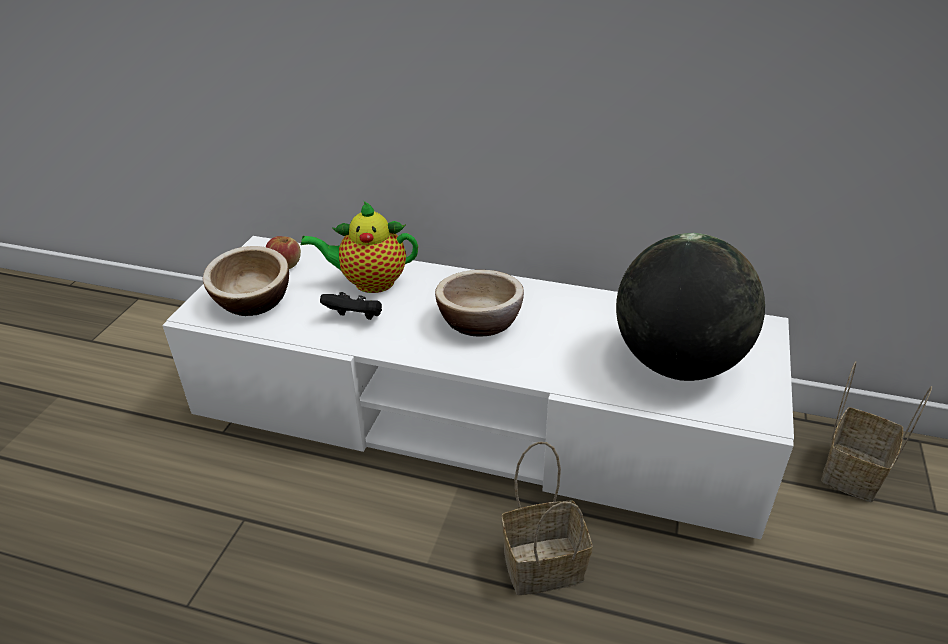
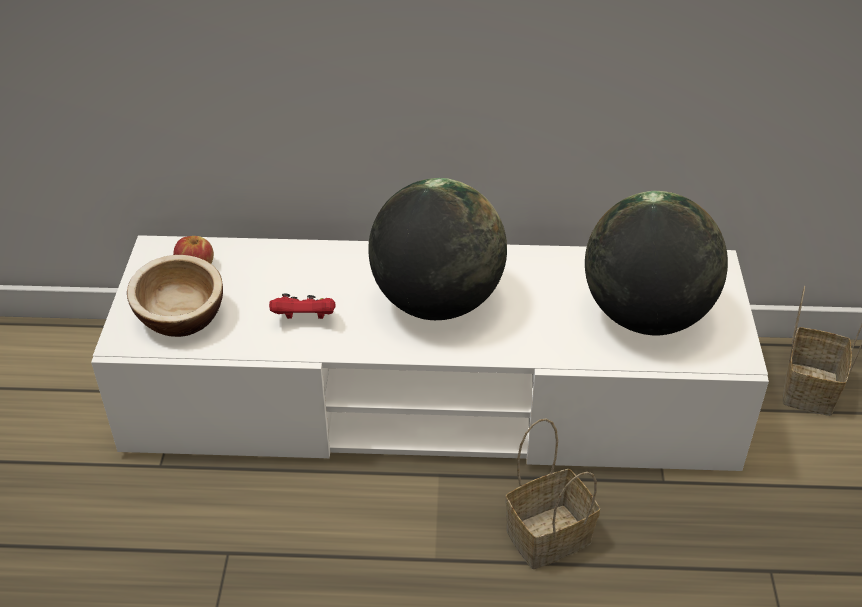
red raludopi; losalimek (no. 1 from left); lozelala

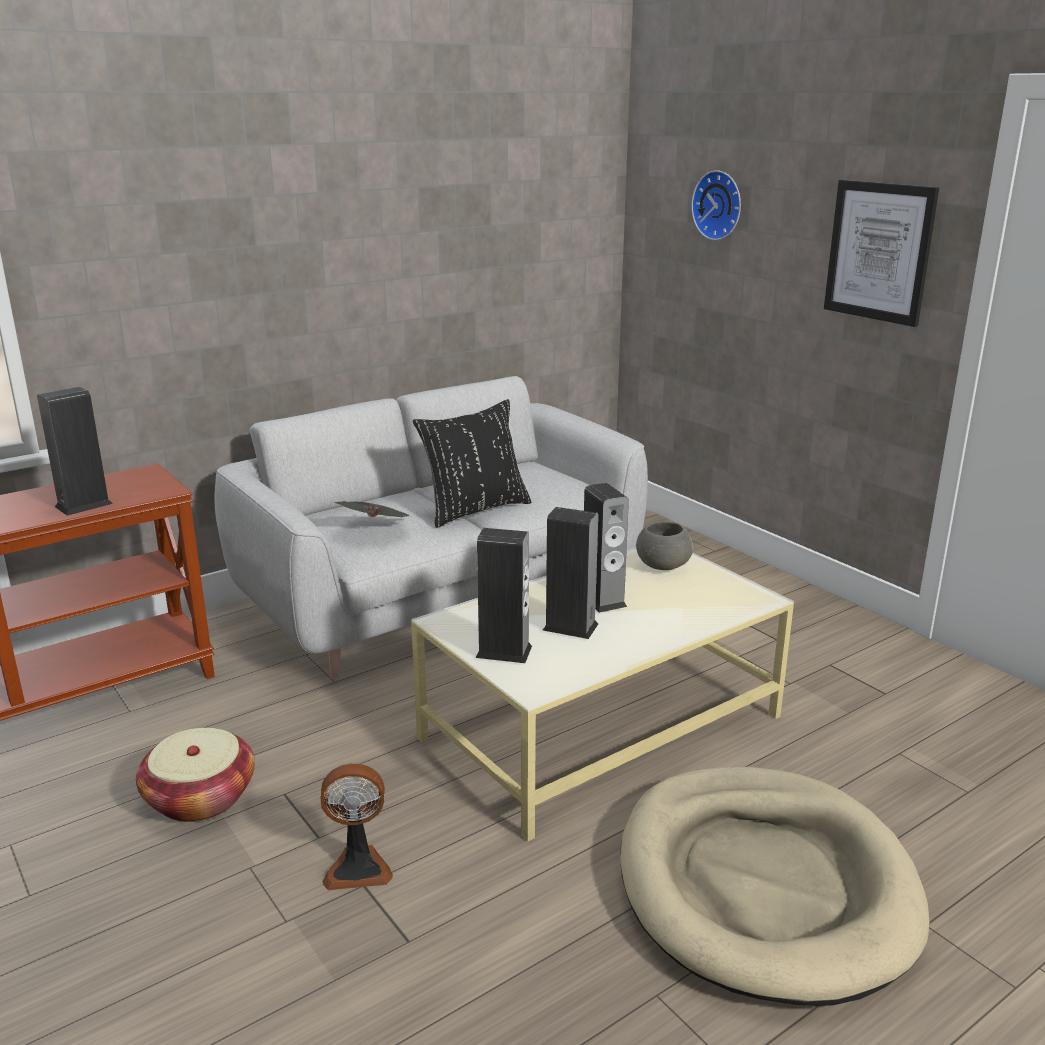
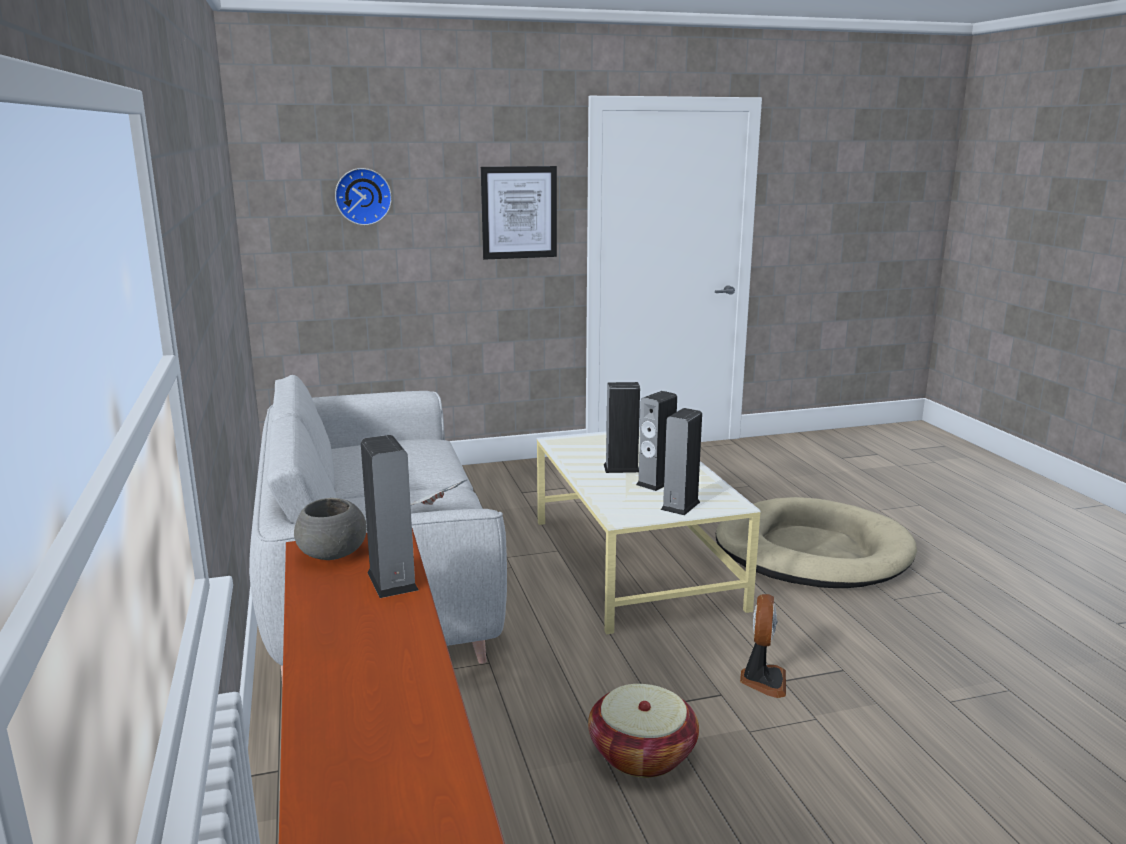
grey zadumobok; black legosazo

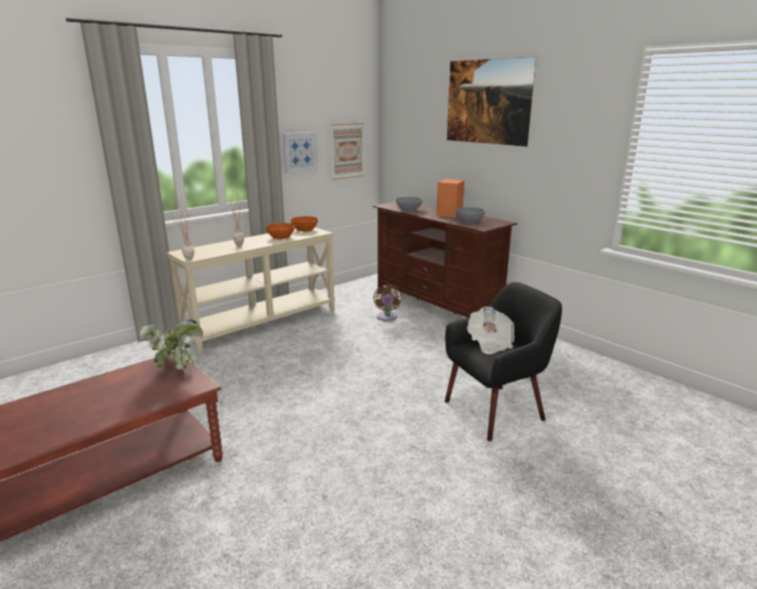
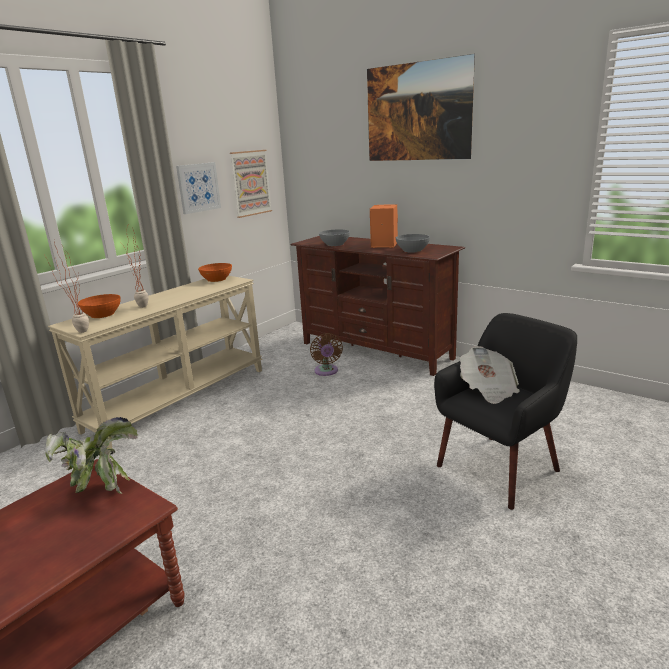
orange zadumobok (no. 1 from left)

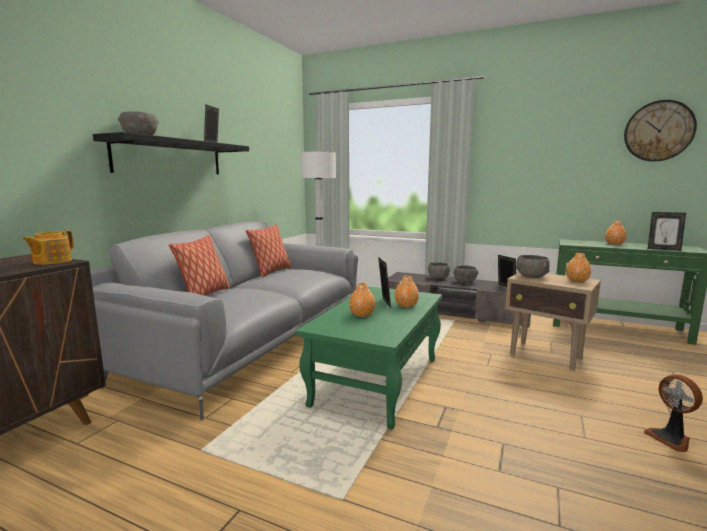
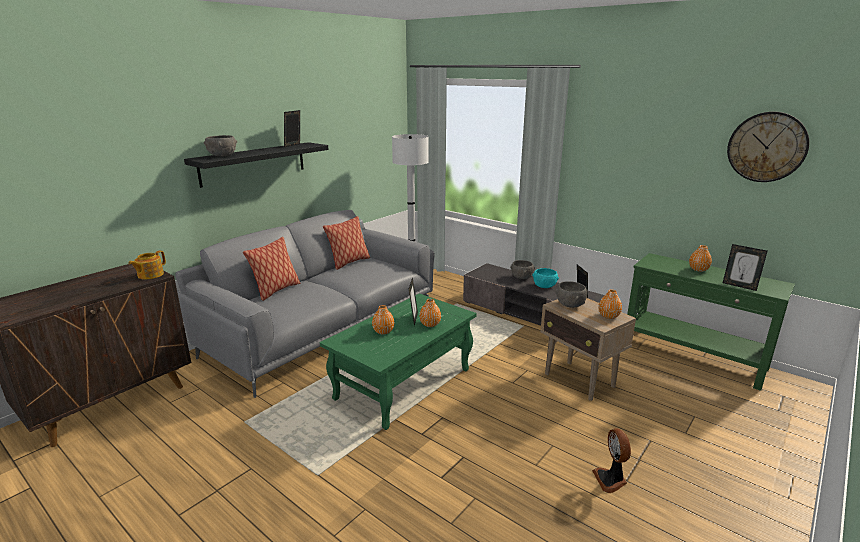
turquoise zadumobok

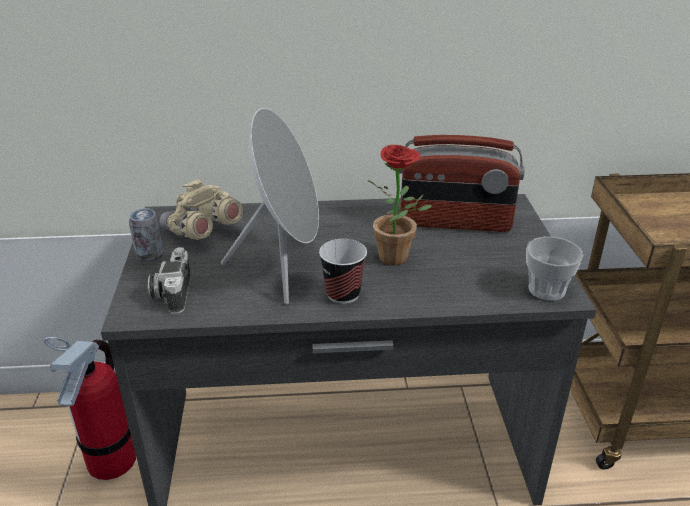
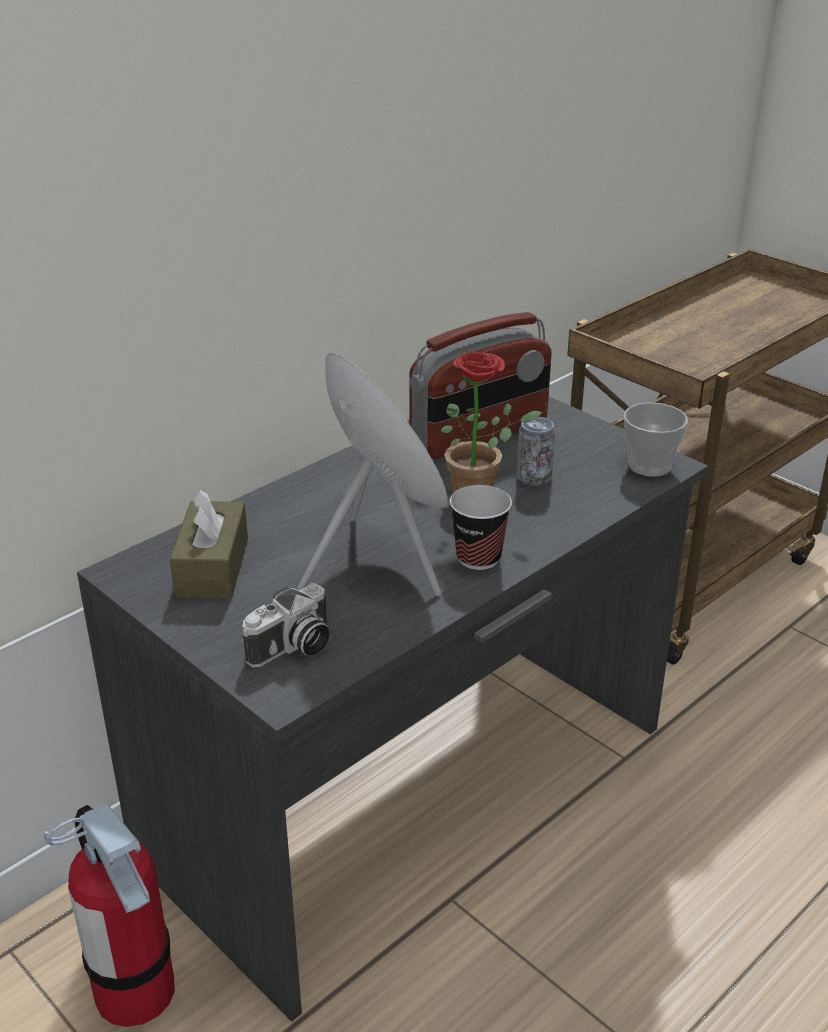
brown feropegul; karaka; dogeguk

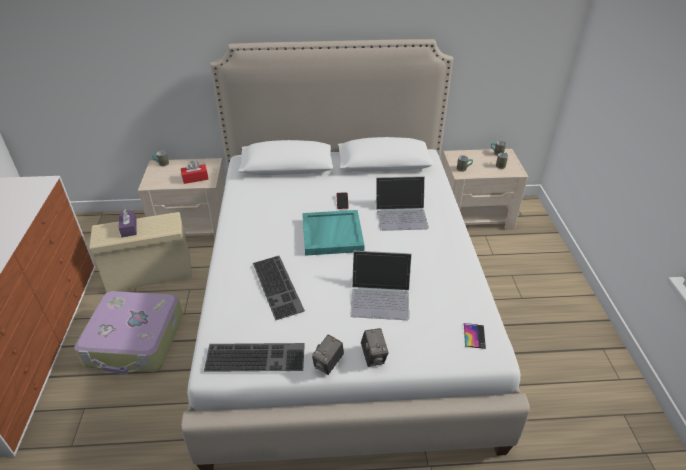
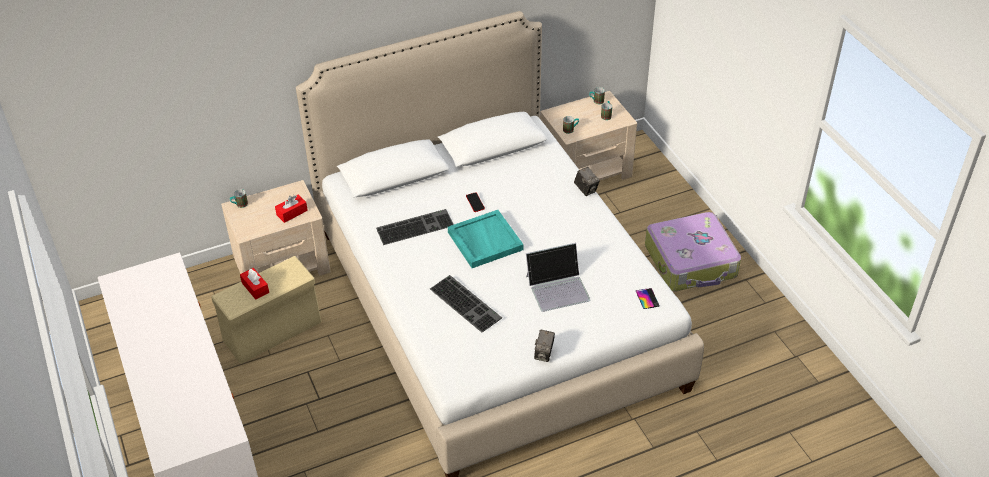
red feropegul (no. 1 from left); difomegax (no. 1 from left); karaka (no. 2 from left); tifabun; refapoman (no. 2 from left in the first image)

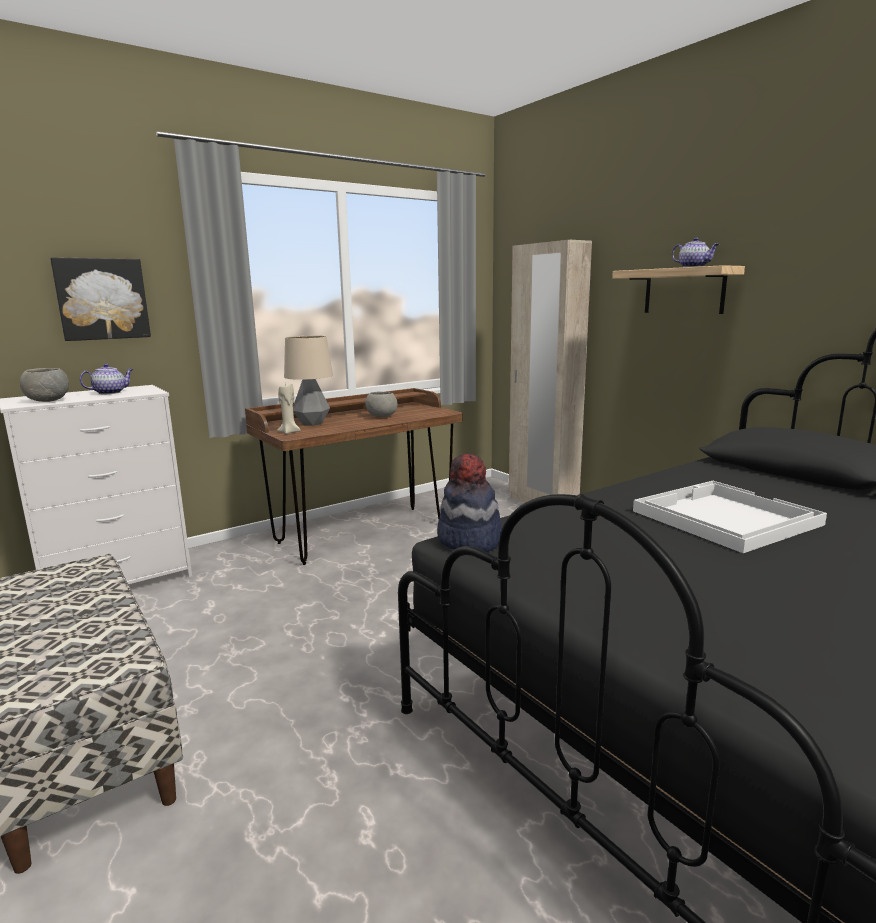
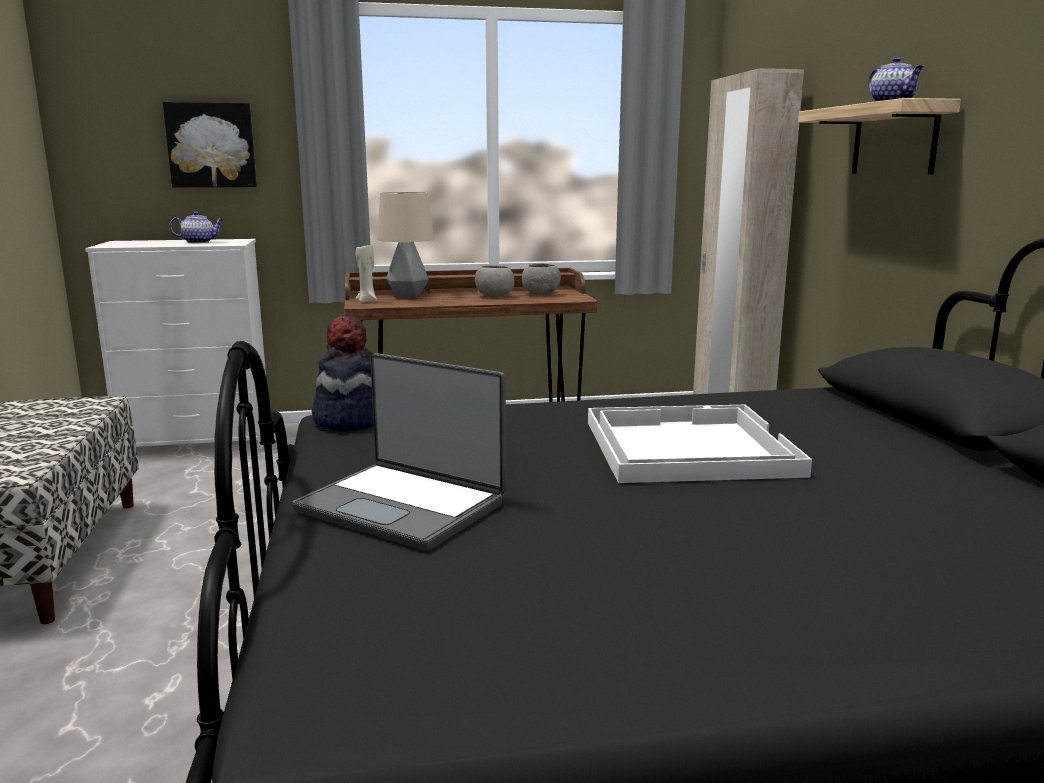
refapoman; grey zadumobok (no. 2 from left)

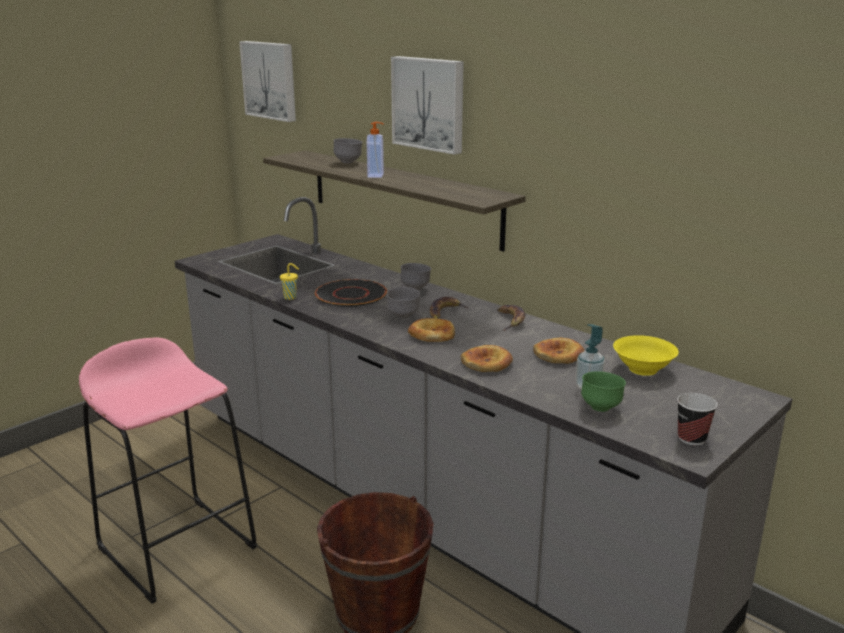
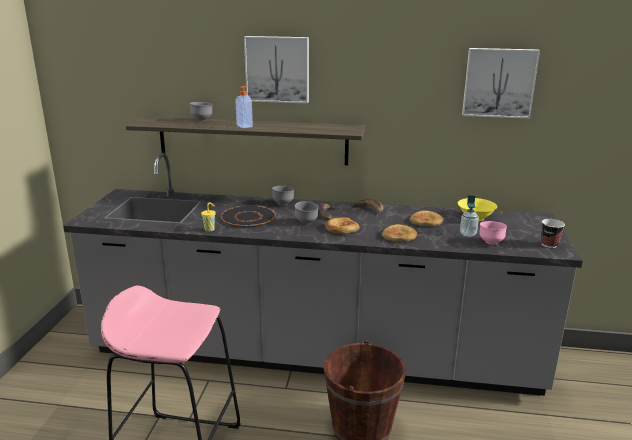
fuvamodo (no. 2 from left); pink zadumobok

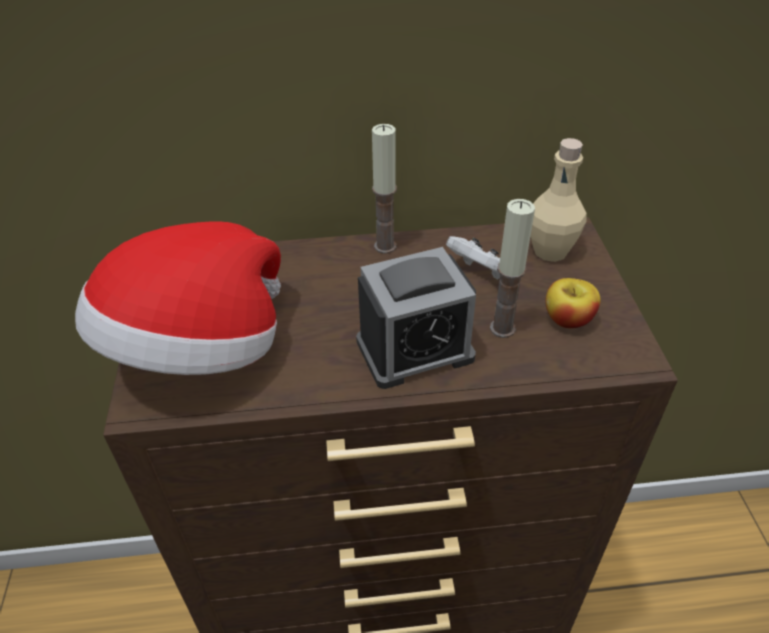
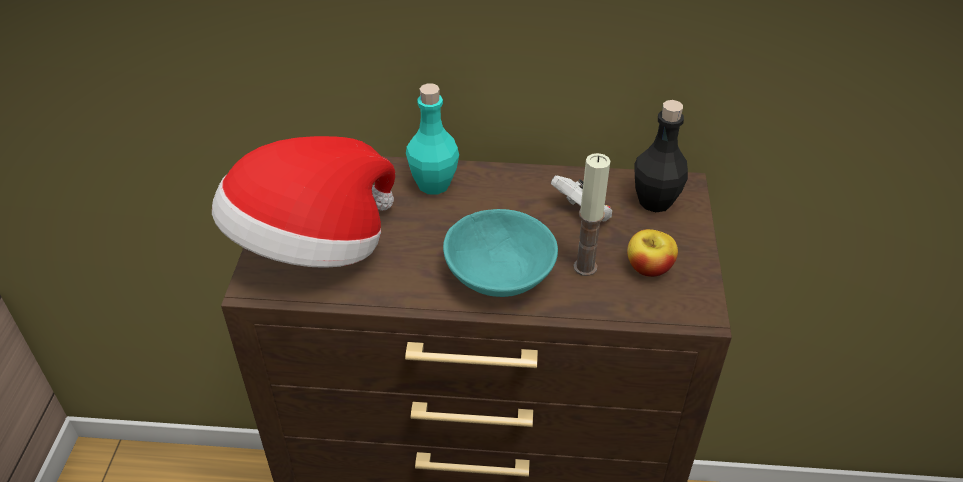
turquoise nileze; turquoise zadumobok; black nileze; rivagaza (no. 1 from left in the first image)

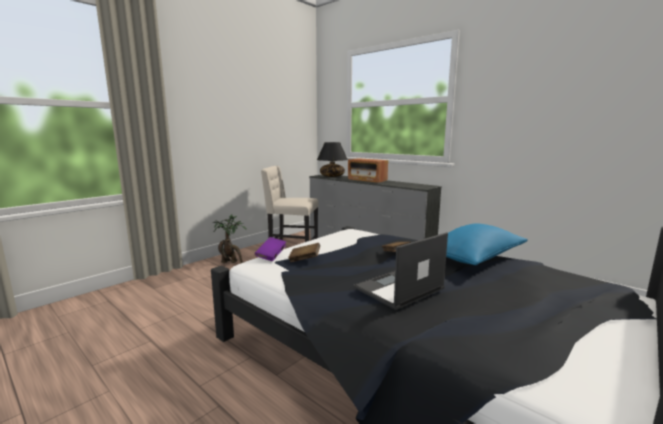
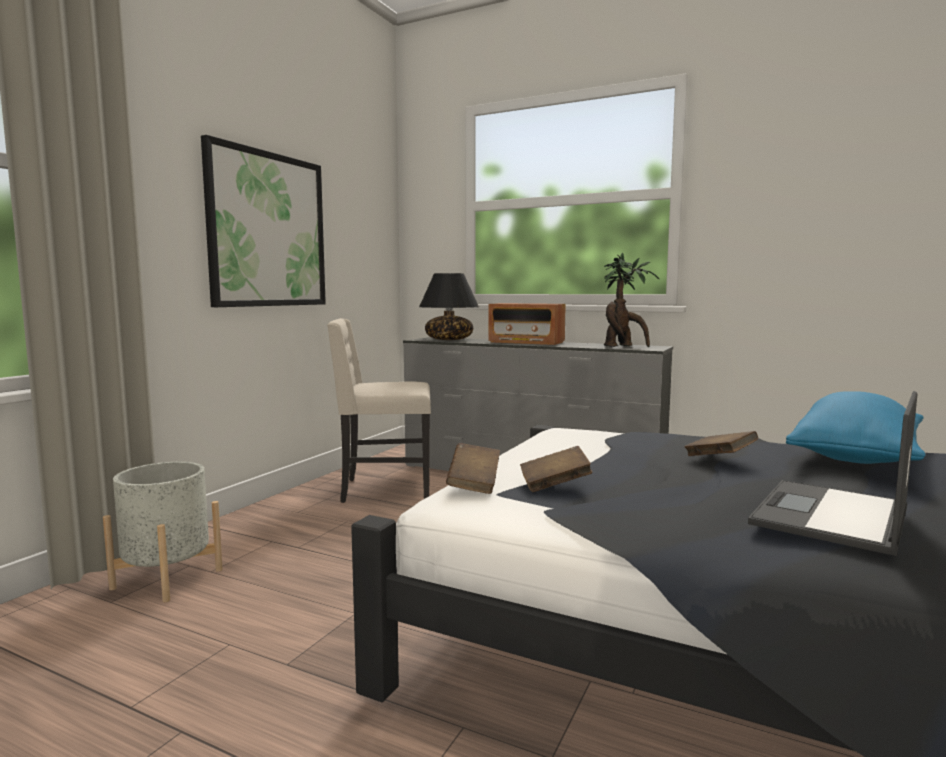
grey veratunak; fuvamodo; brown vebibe (no. 1 from left); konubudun

